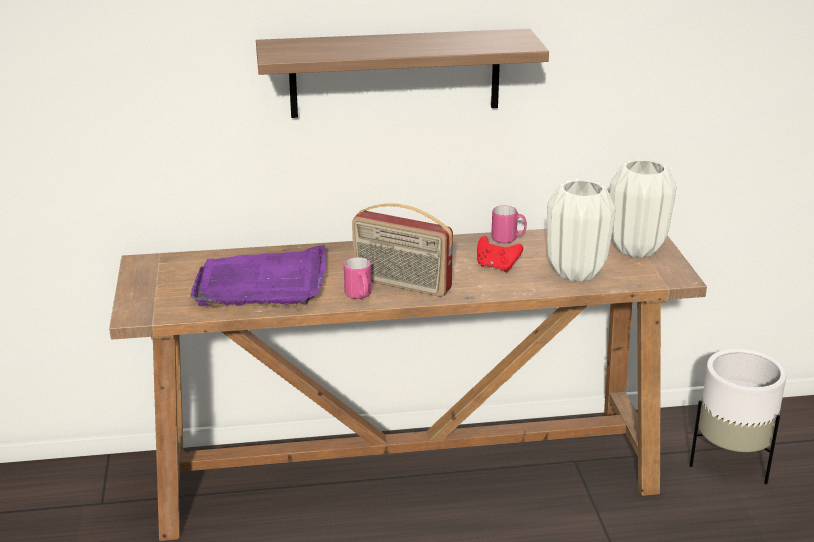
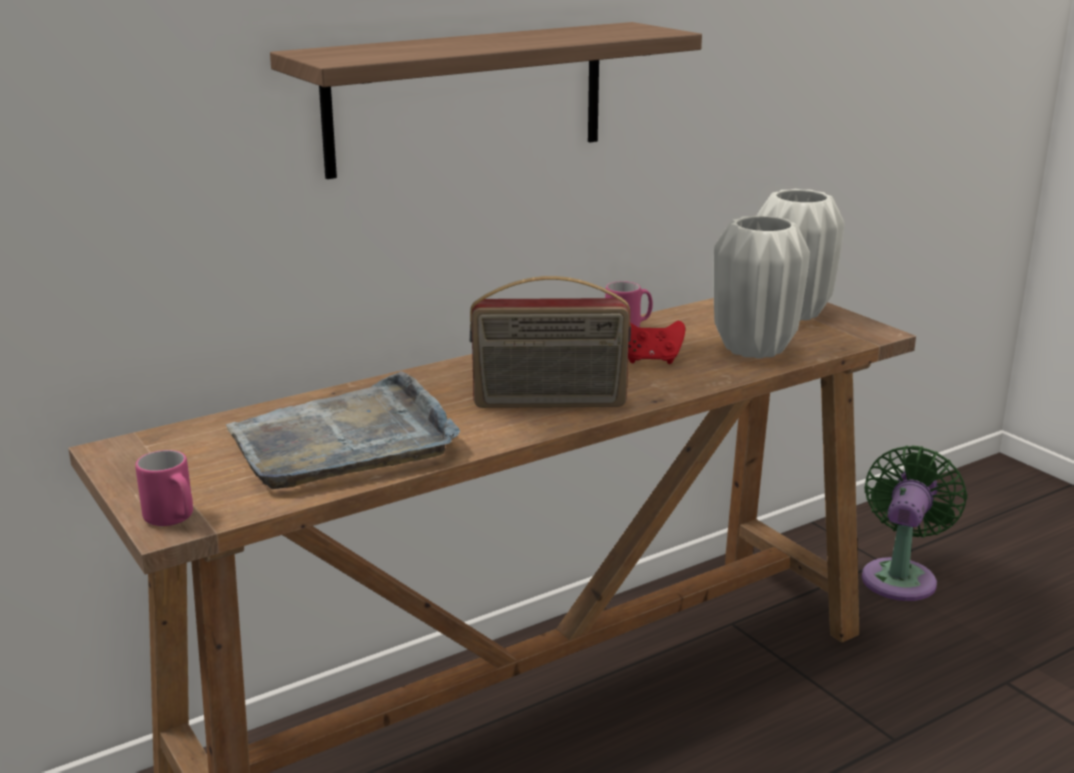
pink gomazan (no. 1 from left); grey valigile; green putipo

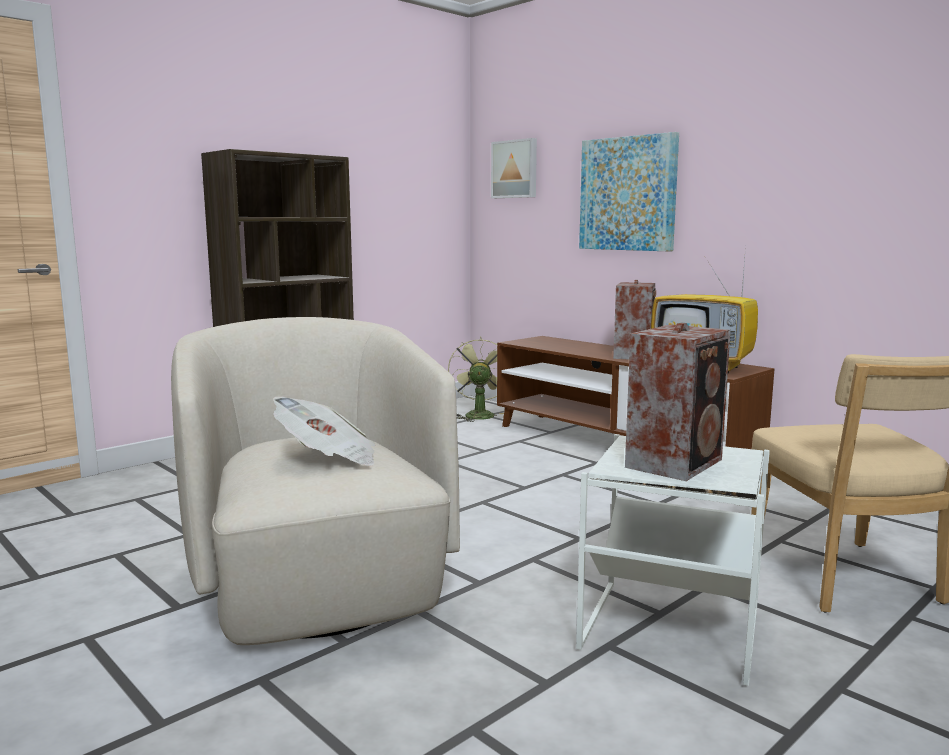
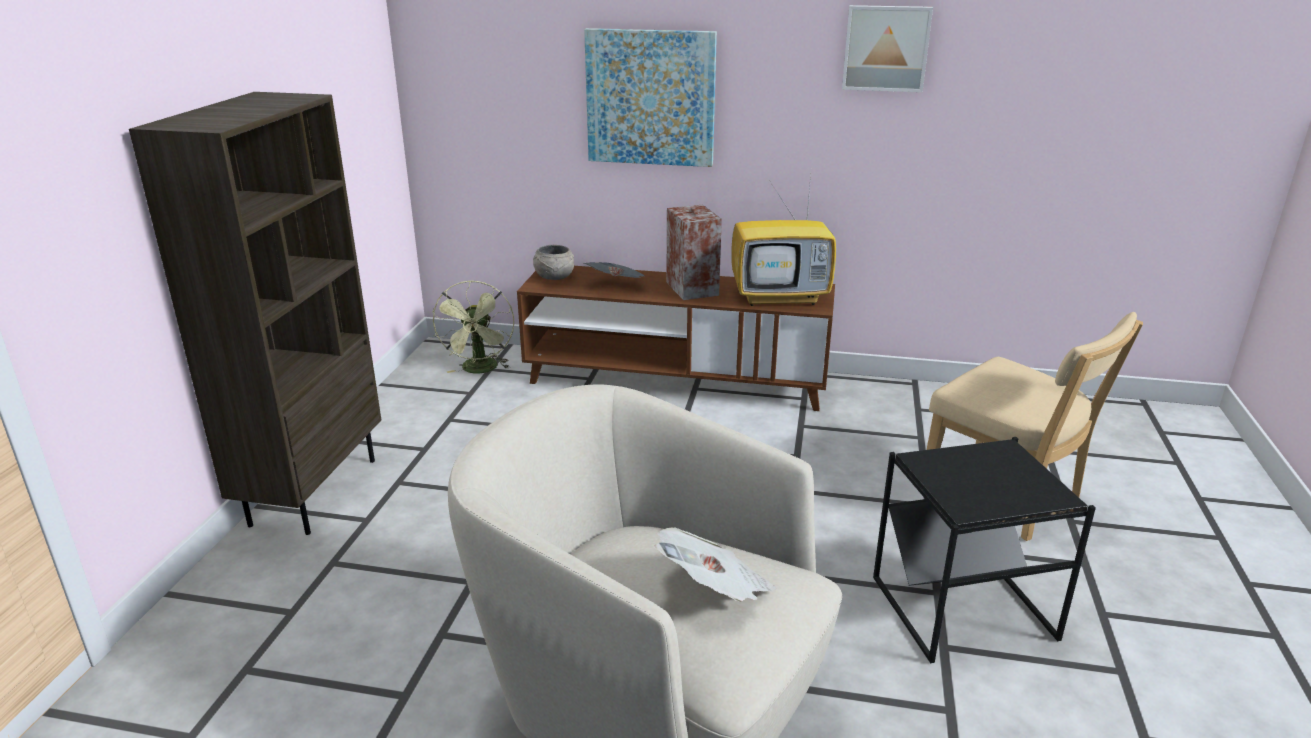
green putipo; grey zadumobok; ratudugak (no. 1 from left); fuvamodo (no. 2 from left); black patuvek; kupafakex (no. 2 from left in the first image)

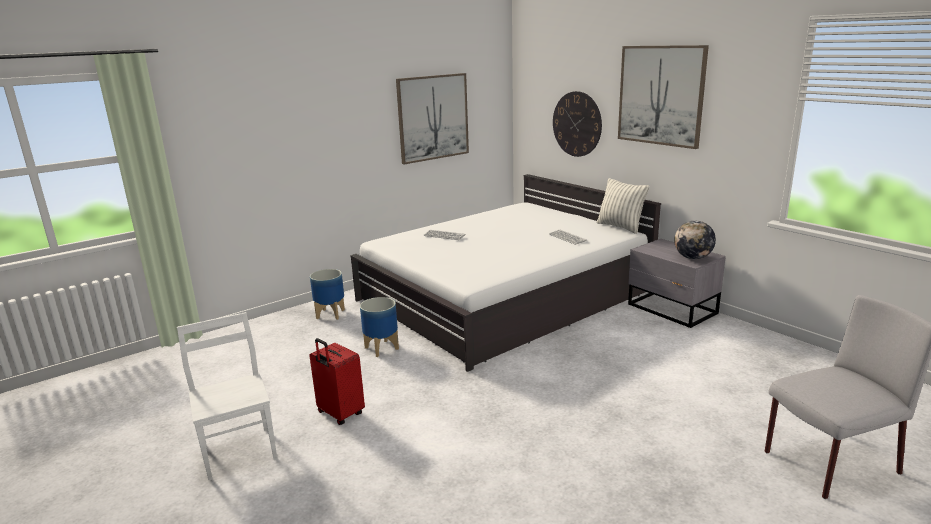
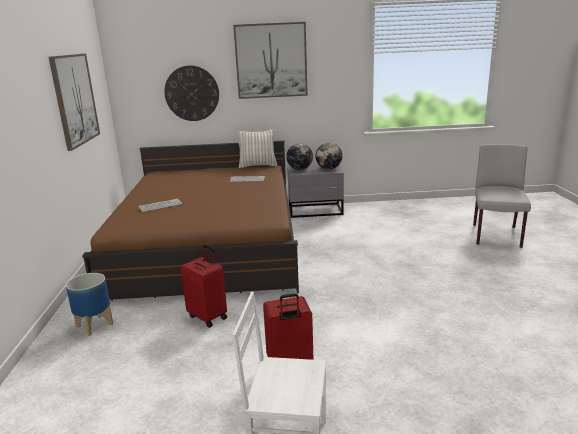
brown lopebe; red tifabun (no. 1 from left); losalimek (no. 1 from left)

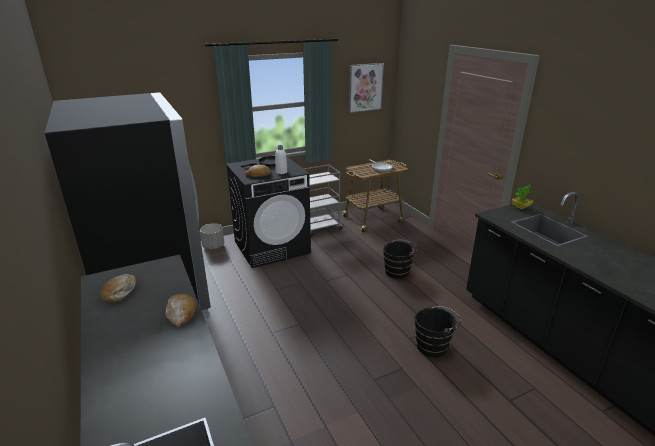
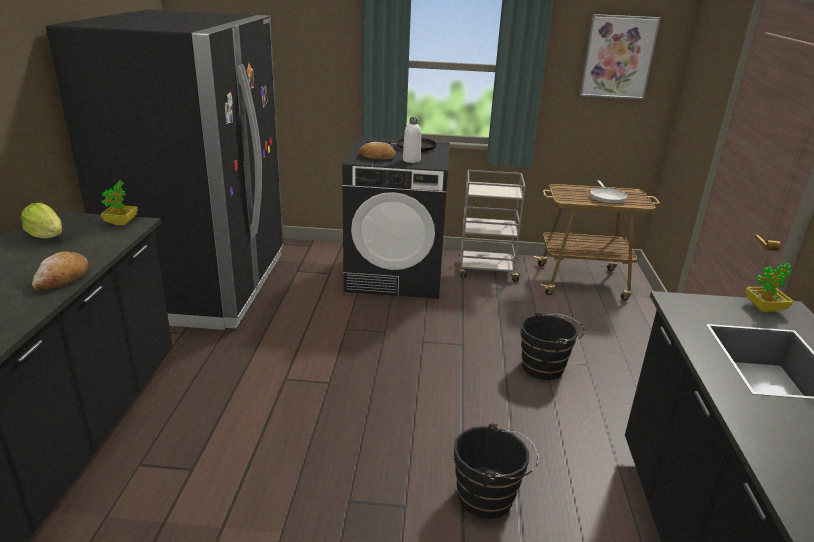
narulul; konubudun (no. 1 from left); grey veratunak

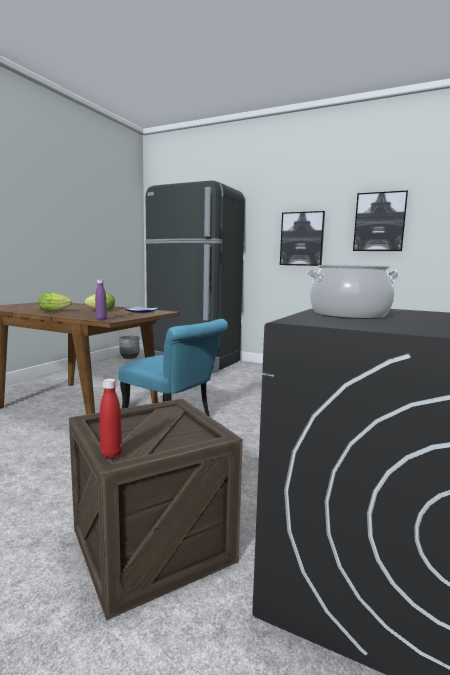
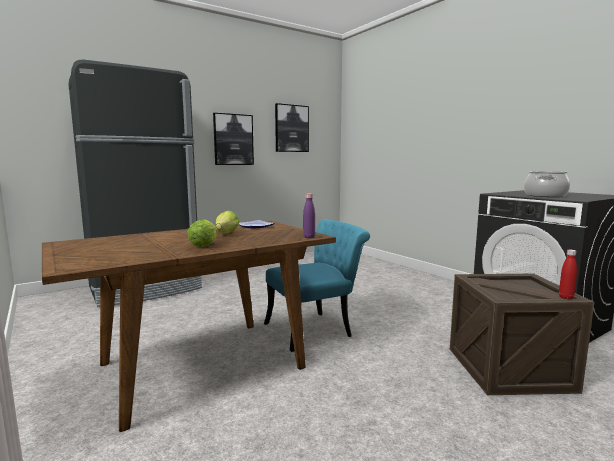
grey veratunak

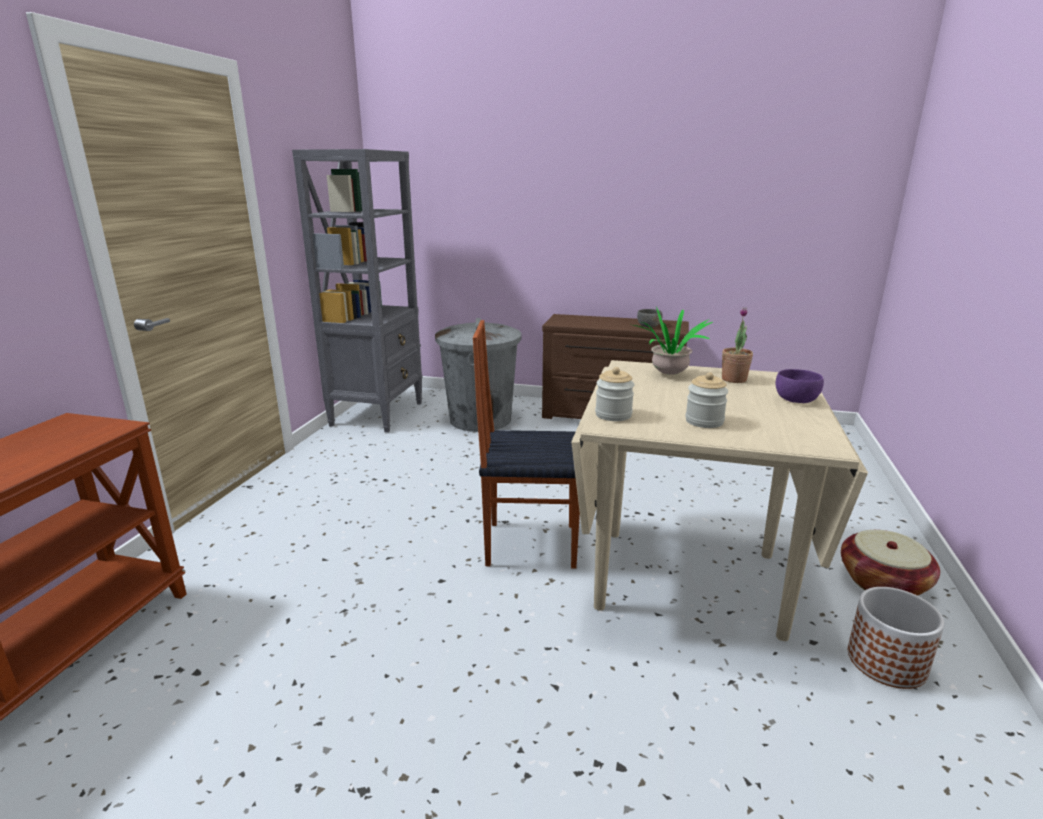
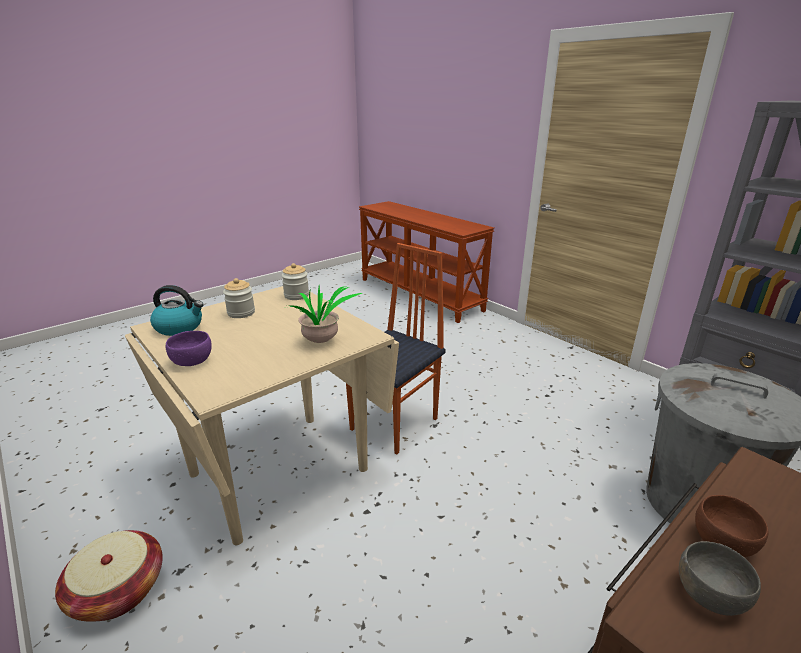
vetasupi; brown zadumobok; konubudun (no. 2 from left in the first image); veratunak

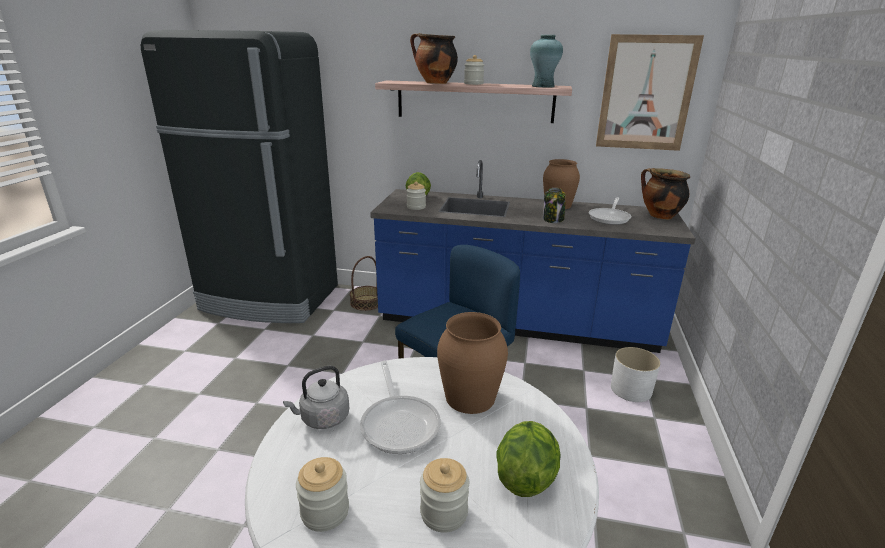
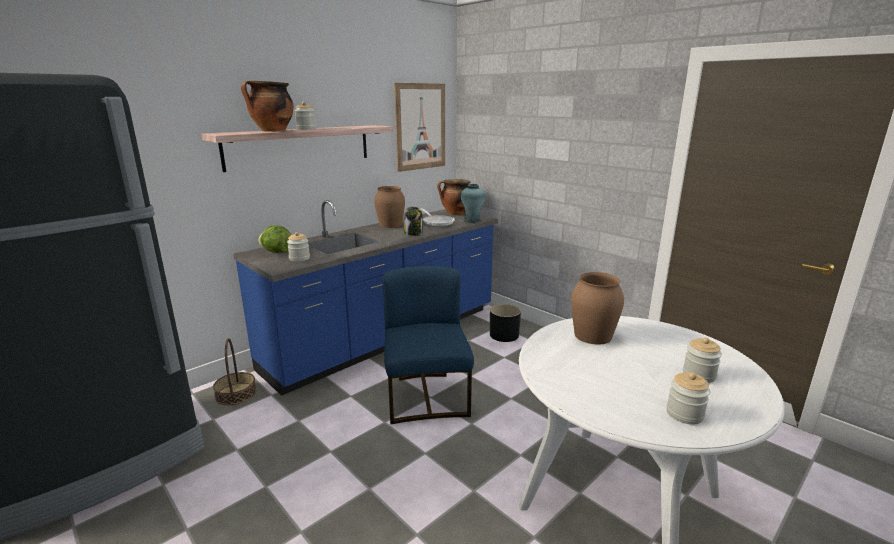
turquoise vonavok; black veratunak; grey vetasupi; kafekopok (no. 1 from left in the first image); narulul (no. 2 from left in the first image)

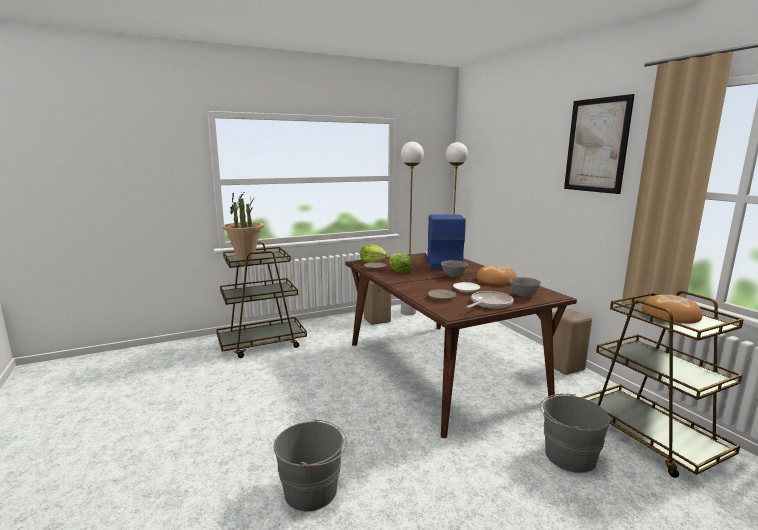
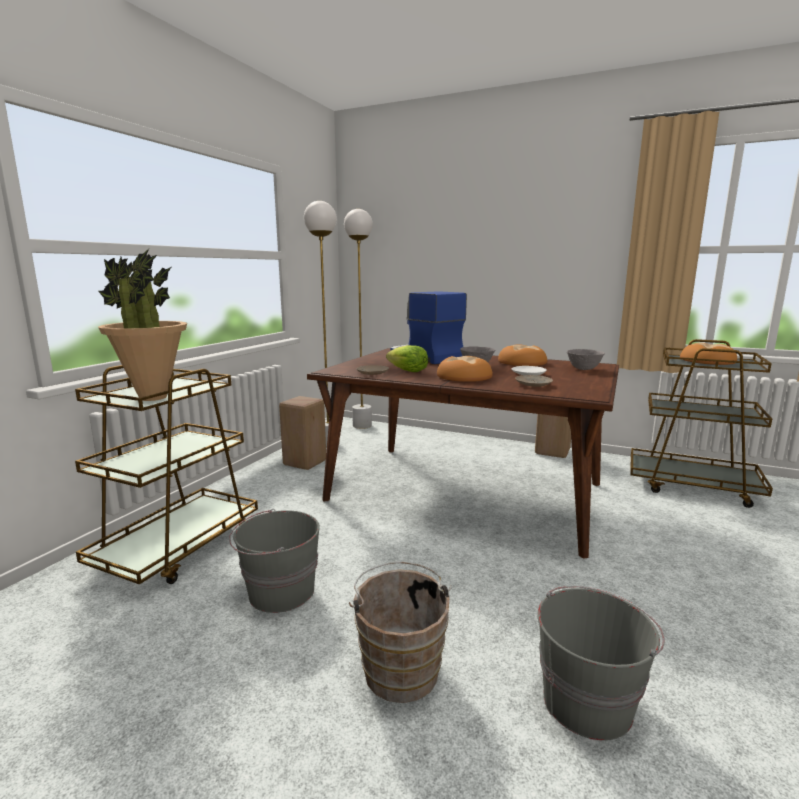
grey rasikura (no. 1 from left); brown rasikura; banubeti (no. 1 from left); narulul (no. 1 from left in the first image); kafekopok; fuvamodo

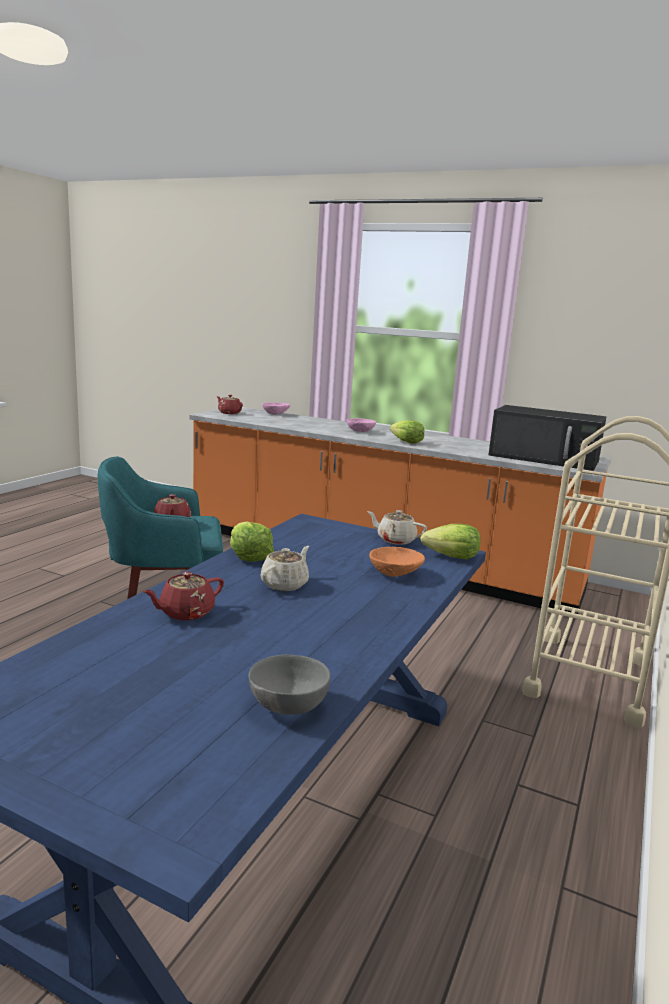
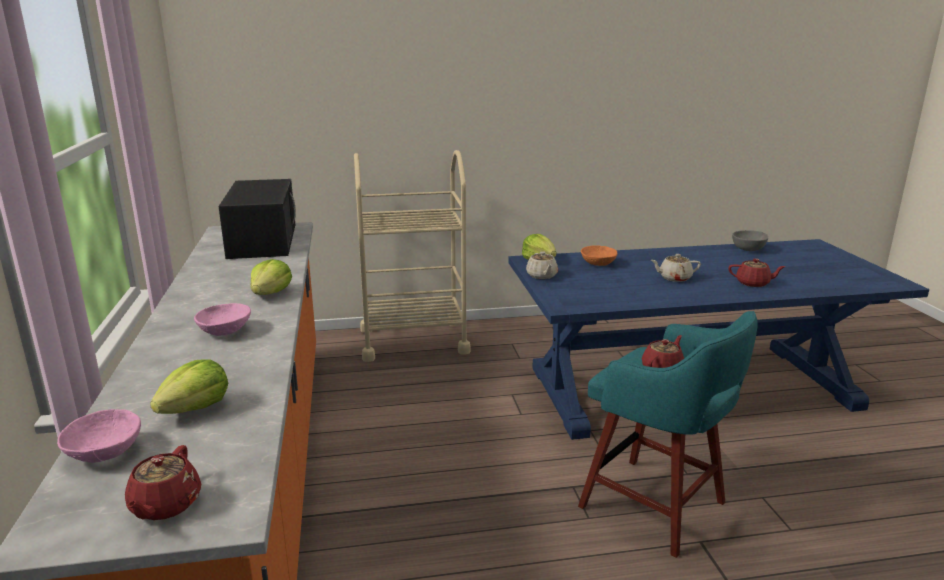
narulul (no. 1 from left)

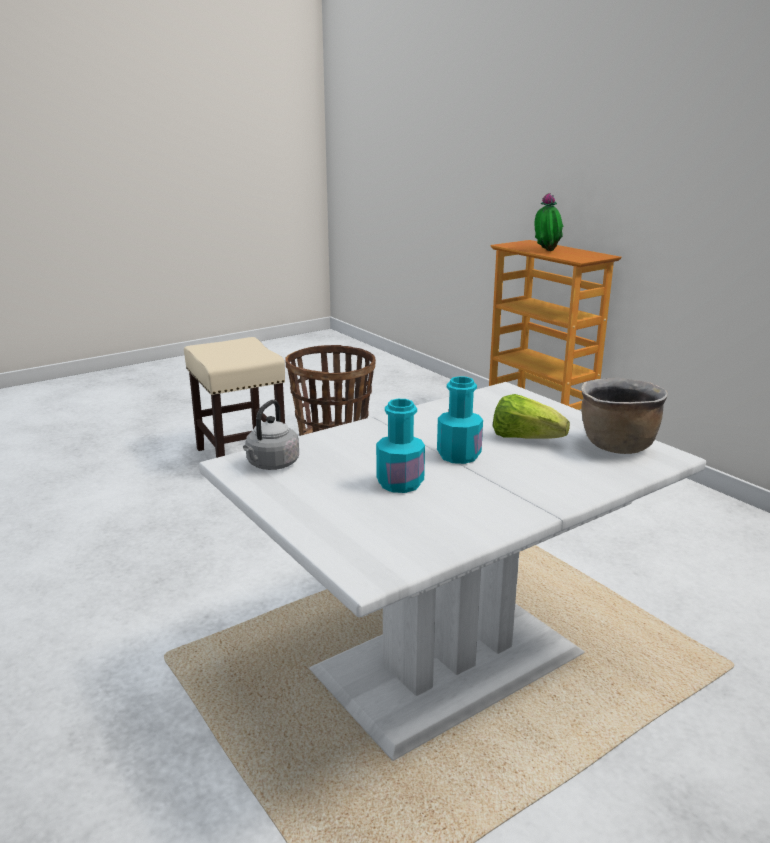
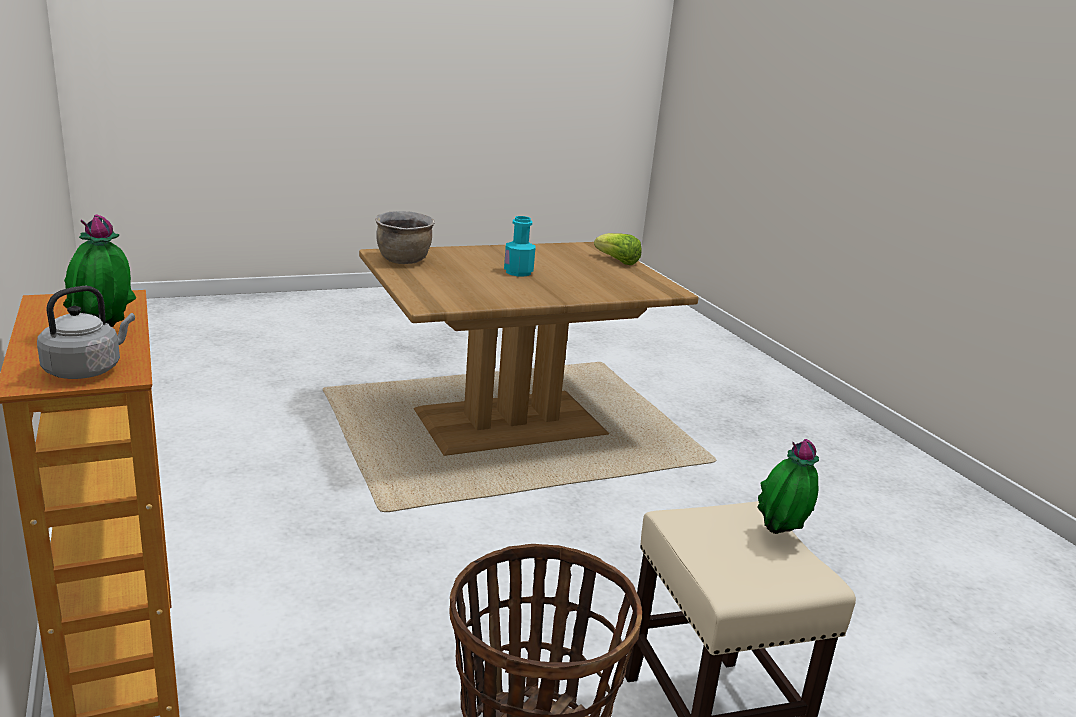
grey vetasupi; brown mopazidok; narulul; konubudun (no. 2 from left); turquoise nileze (no. 1 from left in the first image)

